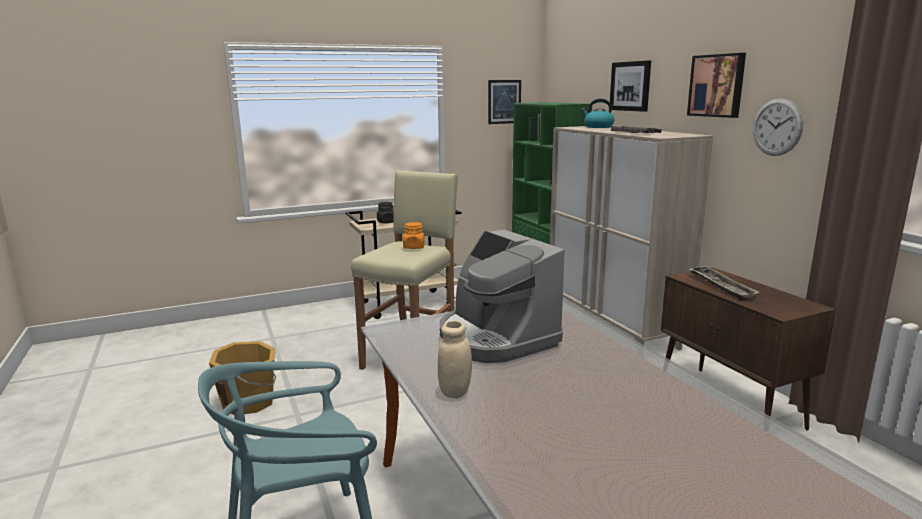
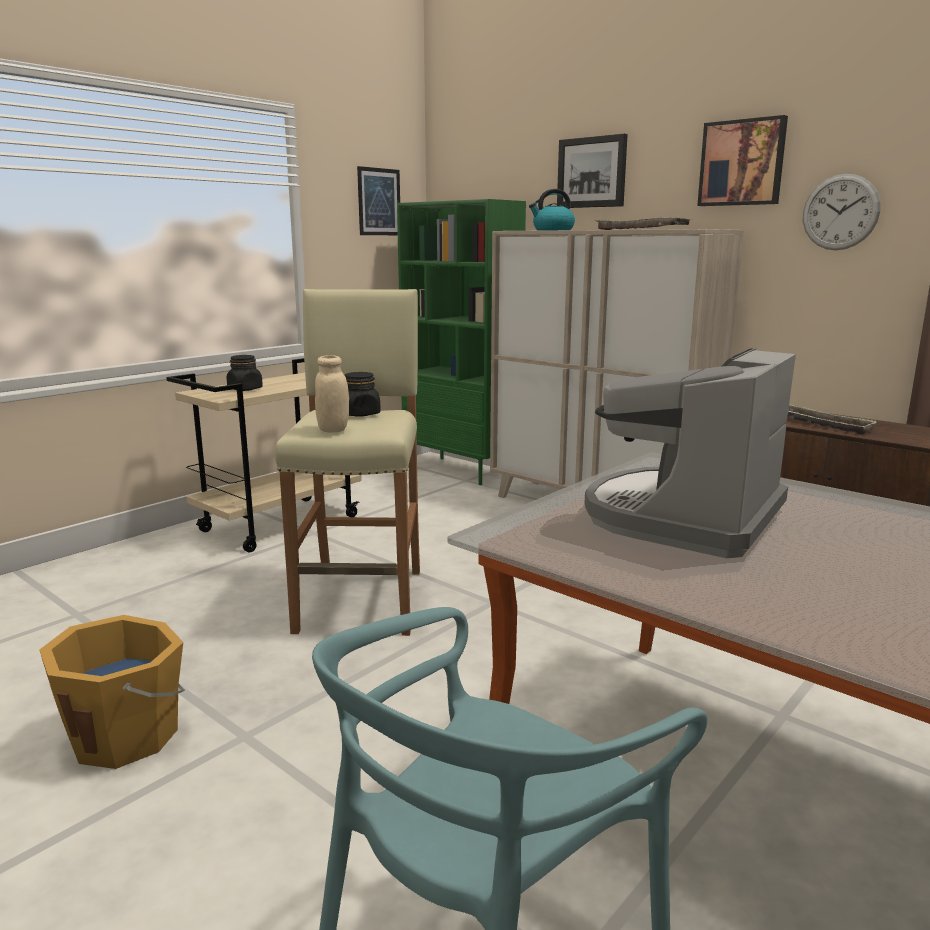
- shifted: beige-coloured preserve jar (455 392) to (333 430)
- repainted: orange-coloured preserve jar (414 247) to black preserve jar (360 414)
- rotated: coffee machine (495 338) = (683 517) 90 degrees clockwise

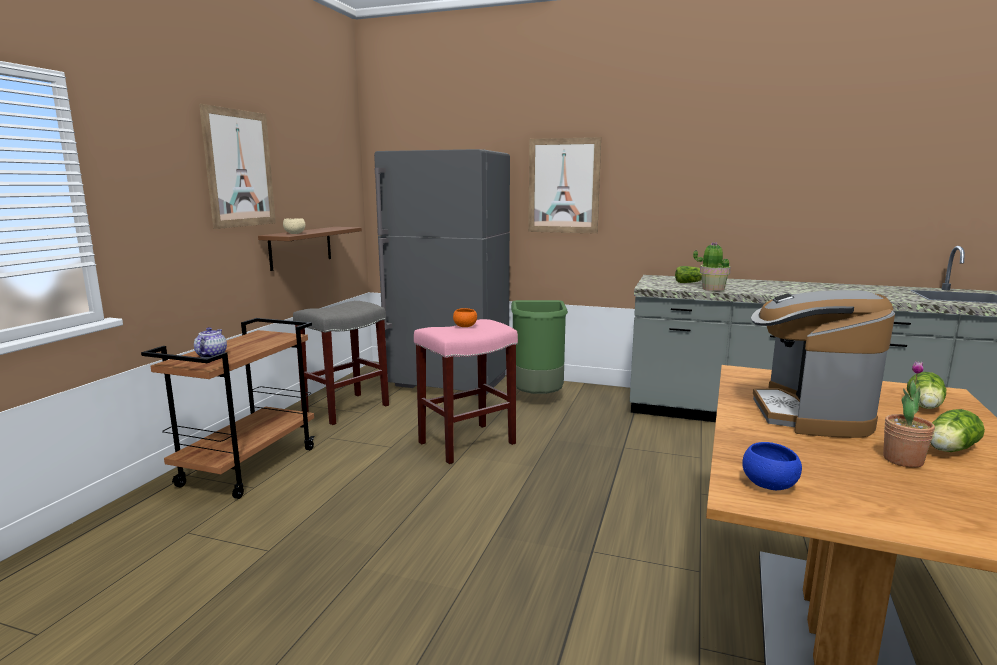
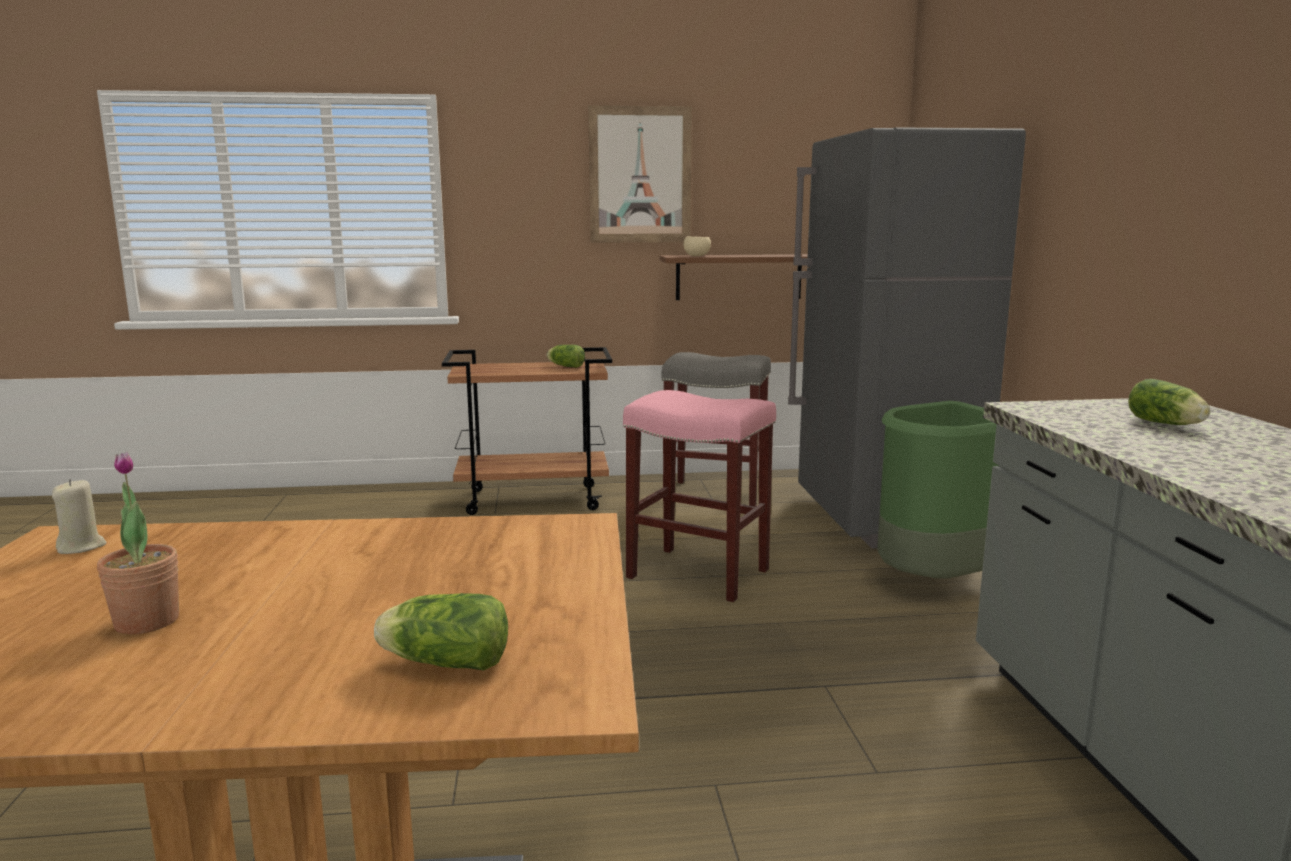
- gone: pot for tea (211 355)
- gone: orange-coloured bowl (465 326)
- gone: wall art (563 186)
- gone: plant in a pot (712 289)
- gone: coffee machine (809 414)
- shifted: lettuce head (948 450) to (565 366)
- swapped: bluish bowl (768 485) to beige-coloured wax light (81 547)

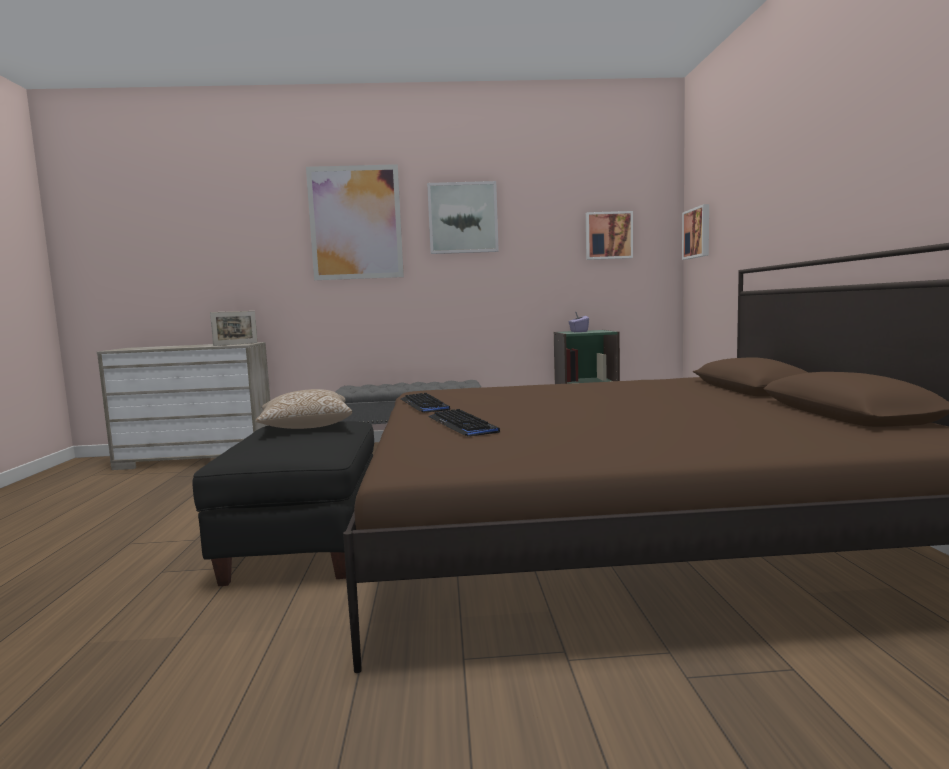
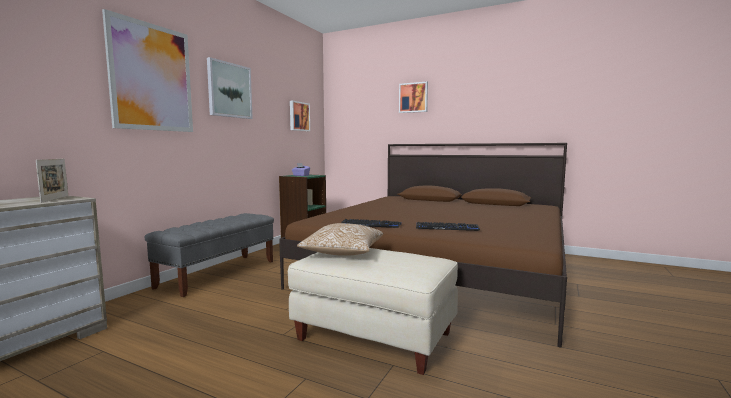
- shifted: wall art (697 233) to (413 97)
- repainted: black ottoman (306 542) to beige-coloured ottoman (375 335)

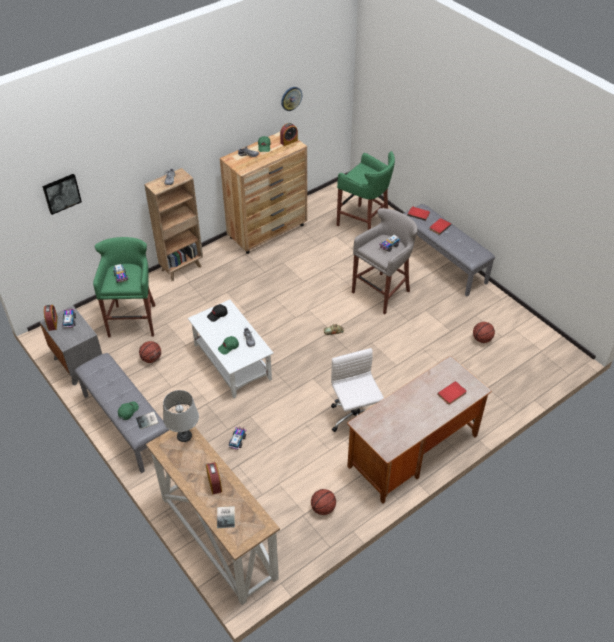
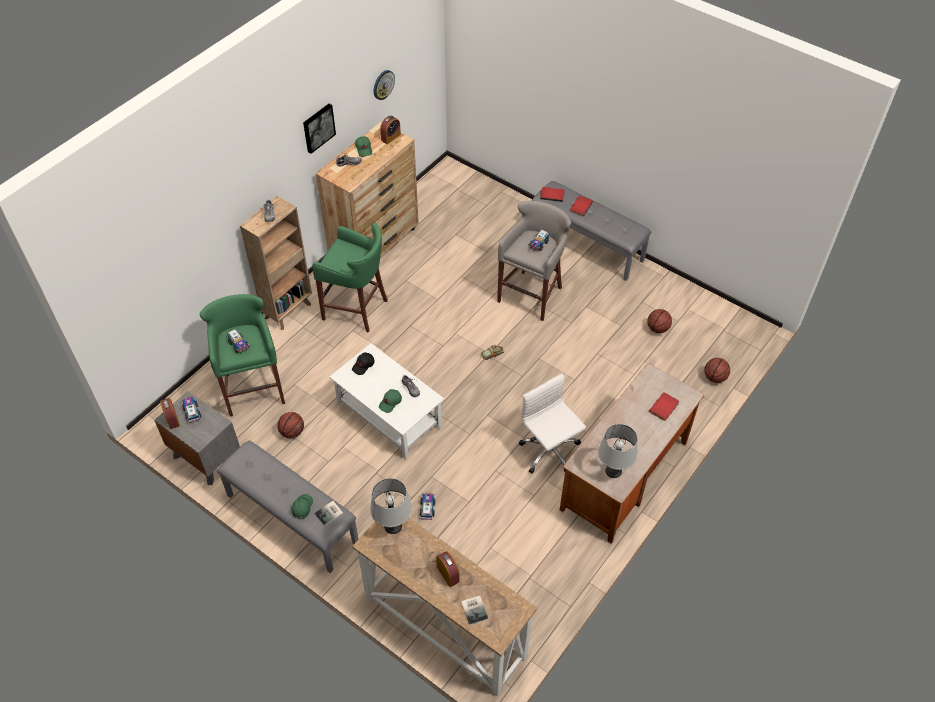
- new: greyish table lamp (613 470)
- shifted: wall art (61 193) to (318 127)
- shifted: basketball (323 508) to (714 377)
- shifted: green stool seat (364 223) to (357 309)

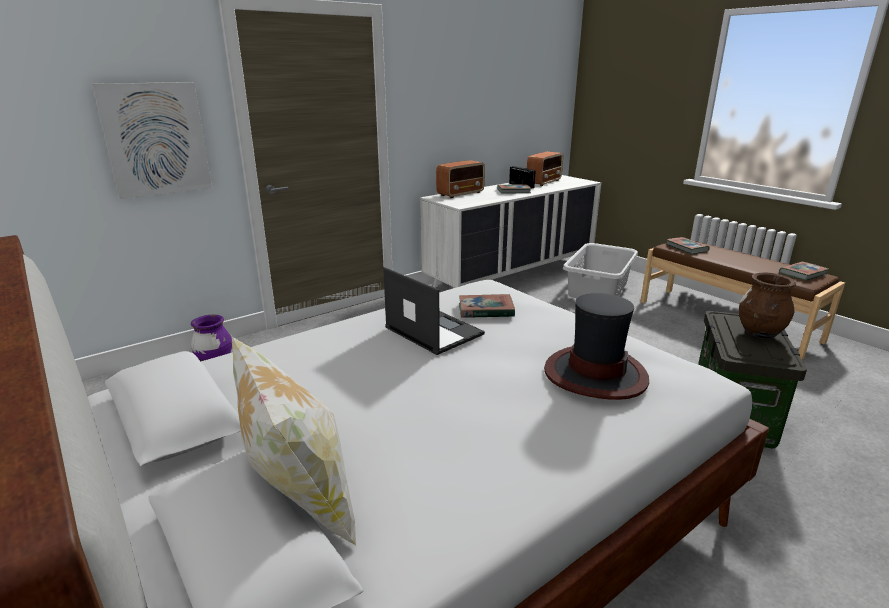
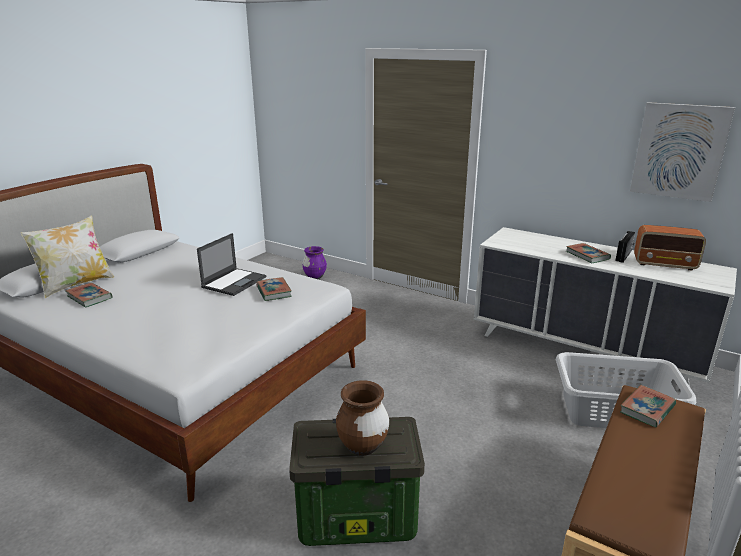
- gone: radio (461 194)
- gone: hat (594 374)
- shifted: wall art (155 139) to (679 151)
- shifted: bound book (802 274) to (89 297)

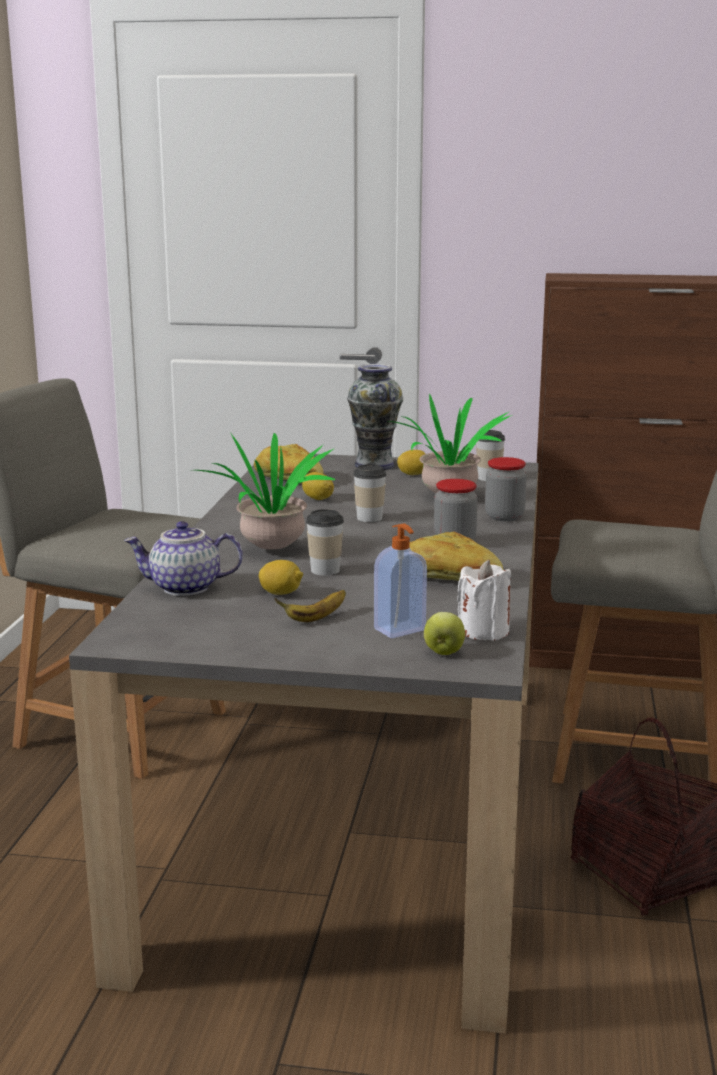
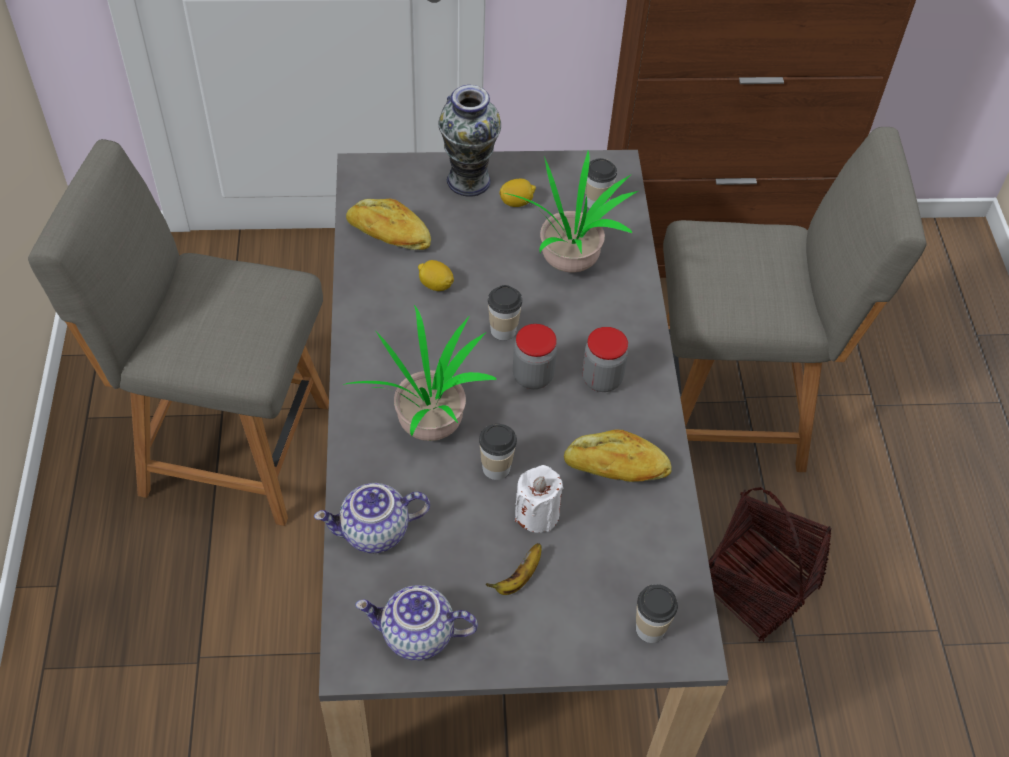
- gone: citrus fruit (281 593)
- gone: soap dispenser (400 630)
- new: pot for tea (416 636)
- shifted: white wax light (483 631) to (537 513)
- shifted: preserve jar (504 516) to (533 376)
- swapped: whole apple (444 652) to drinking cup (650 628)

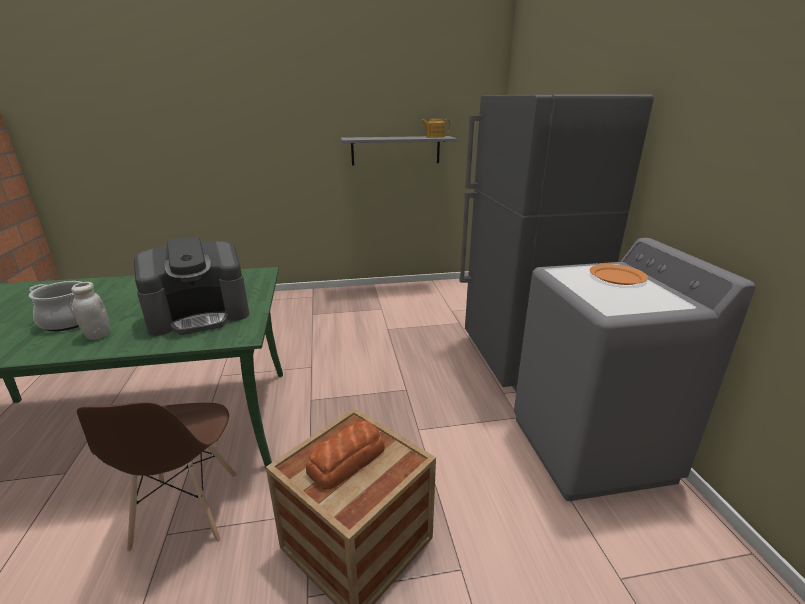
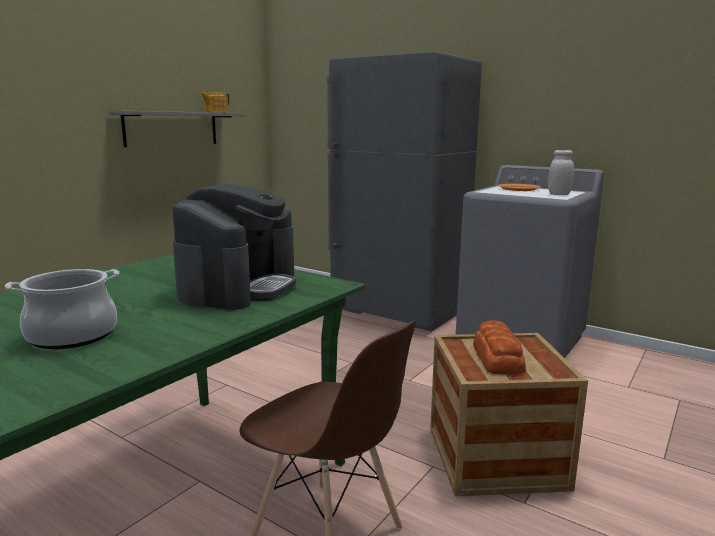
- shifted: white preserve jar (98 335) to (559 194)

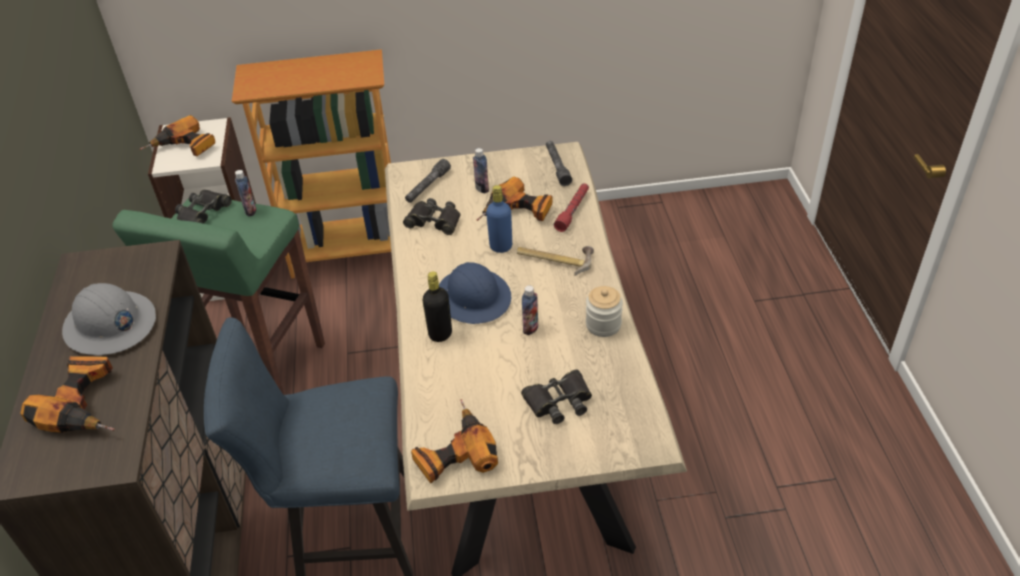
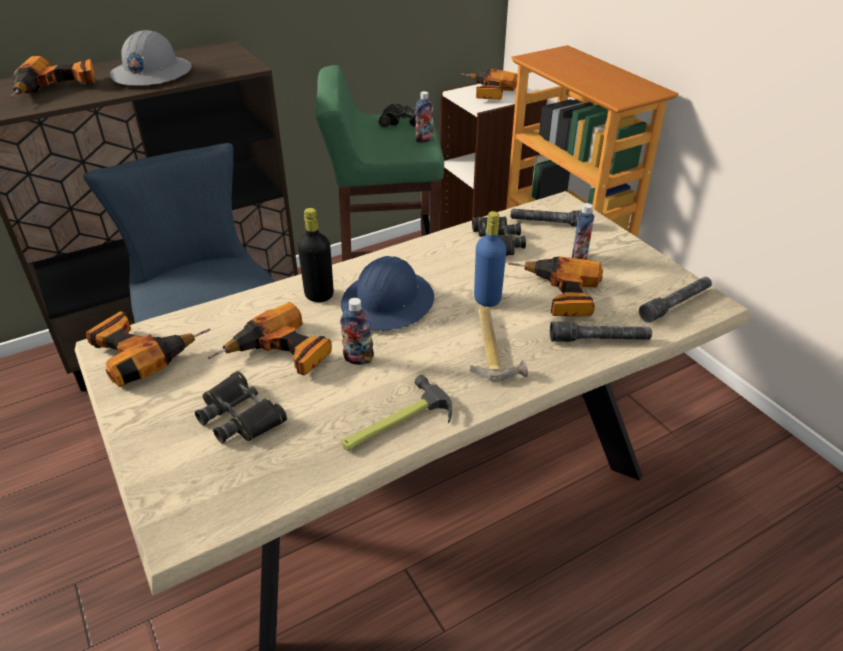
- new: power drill (279 356)
- swapped: preserve jar (603 324) to hammer (394 423)
- repainted: red-coloured flashlight (572 211) to greyish flashlight (599 340)

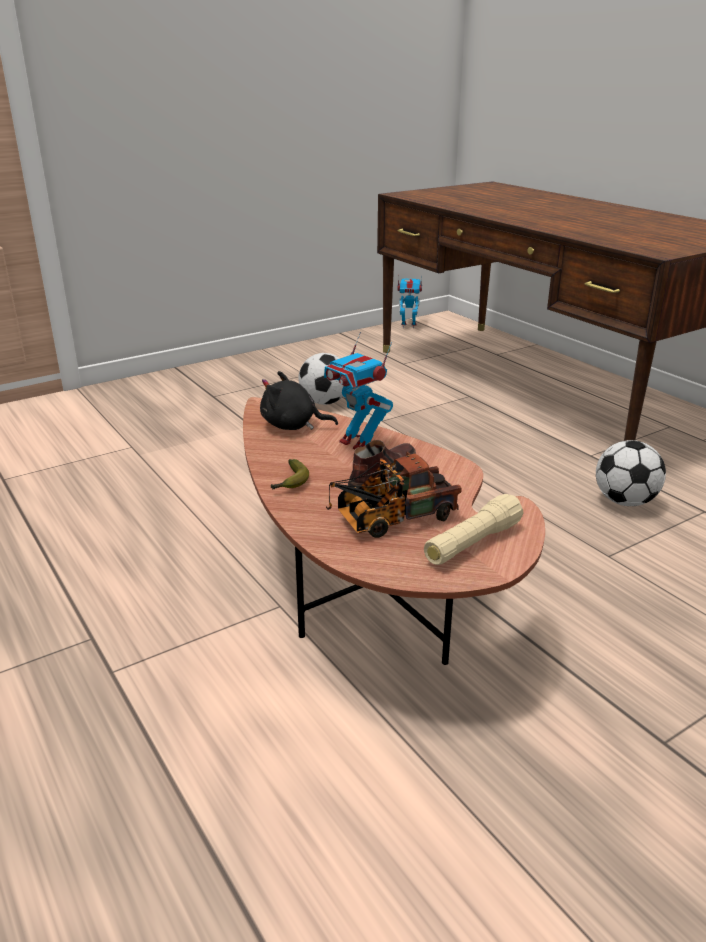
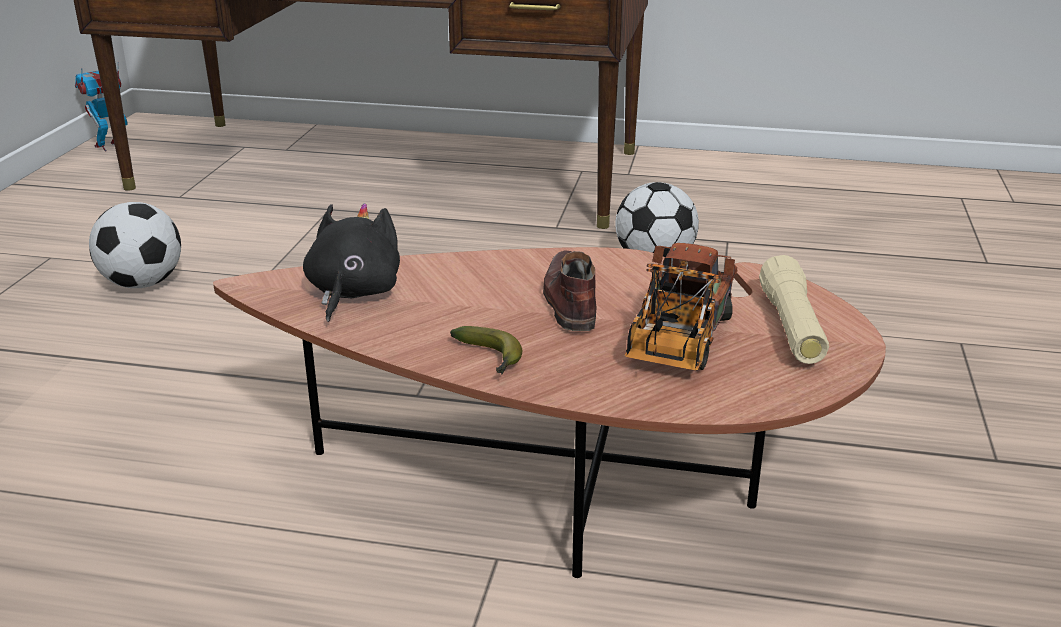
- gone: robot figure (358 443)
- rotated: black soft toy (292 426) = (352 293) 135 degrees clockwise

